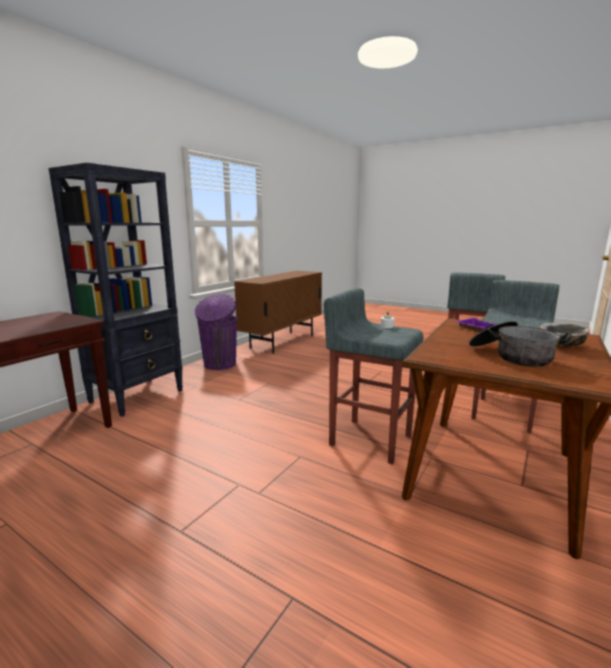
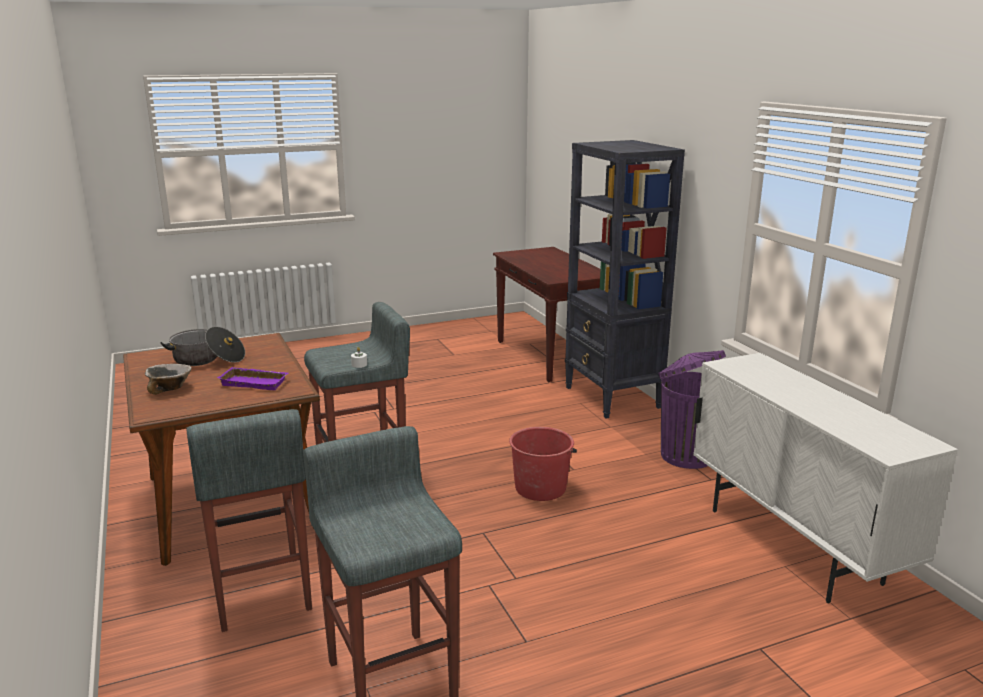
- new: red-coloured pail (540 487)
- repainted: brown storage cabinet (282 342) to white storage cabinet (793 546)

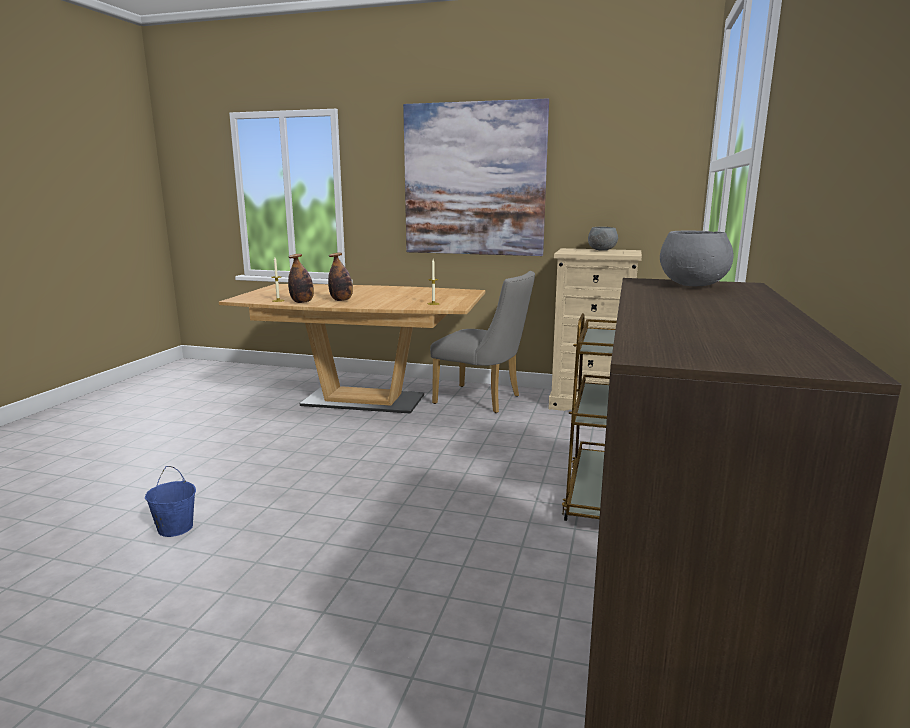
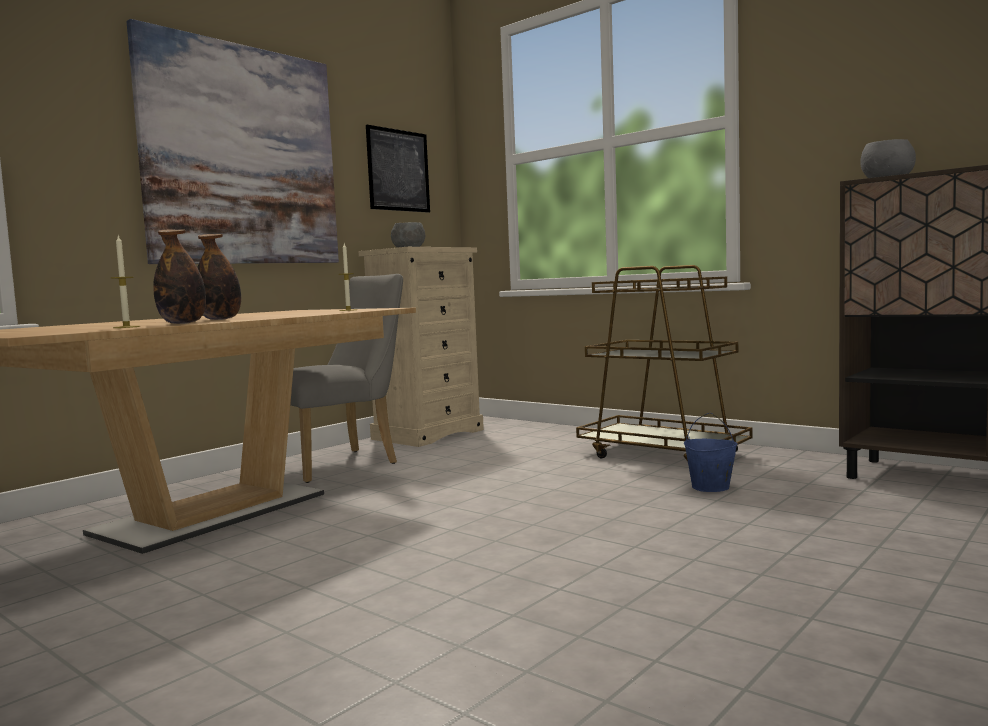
- new: wall art (398 170)
- shifted: bluish pail (175 528) to (710 487)

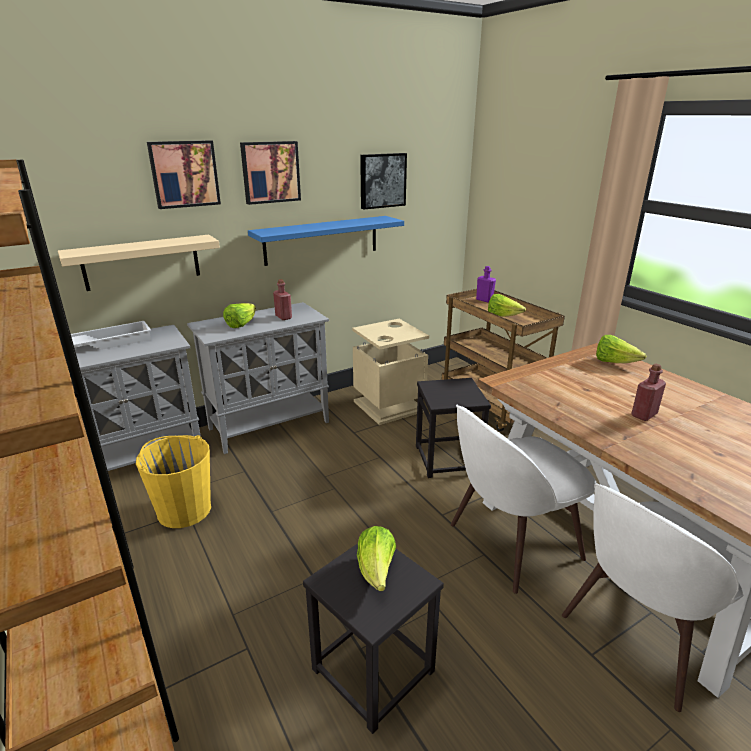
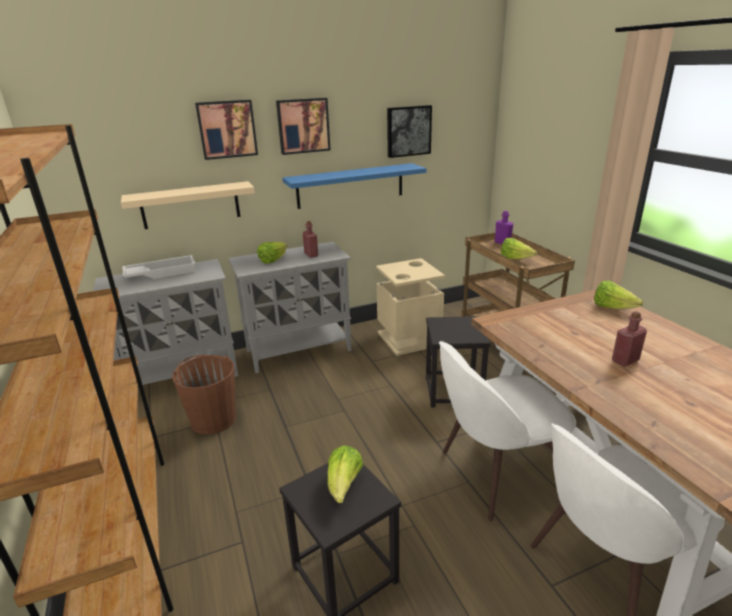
- repainted: yellow pail (184 510) to brown pail (213 419)

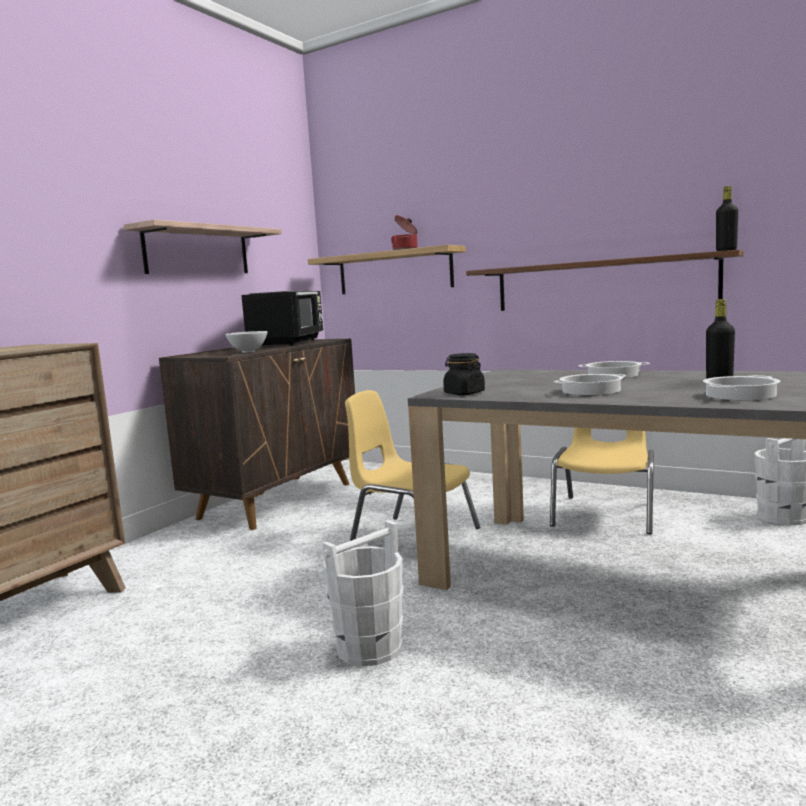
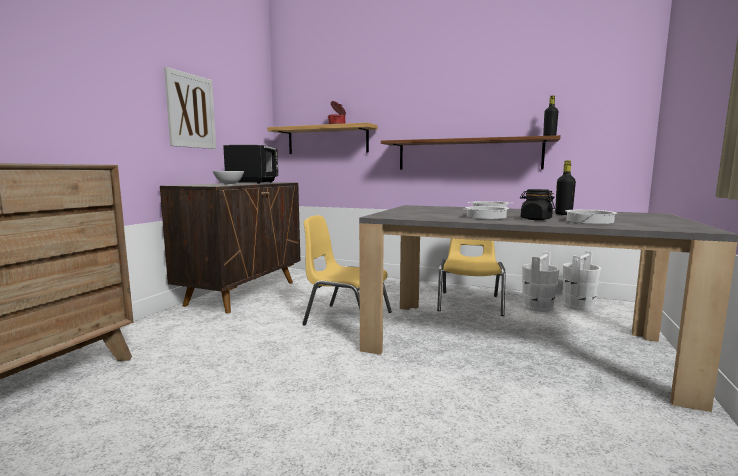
- shifted: white pail (369 648) to (537 307)
- shifted: black preserve jar (464 393) to (535 219)
- swapped: shelf (197 251) to wall art (191 111)

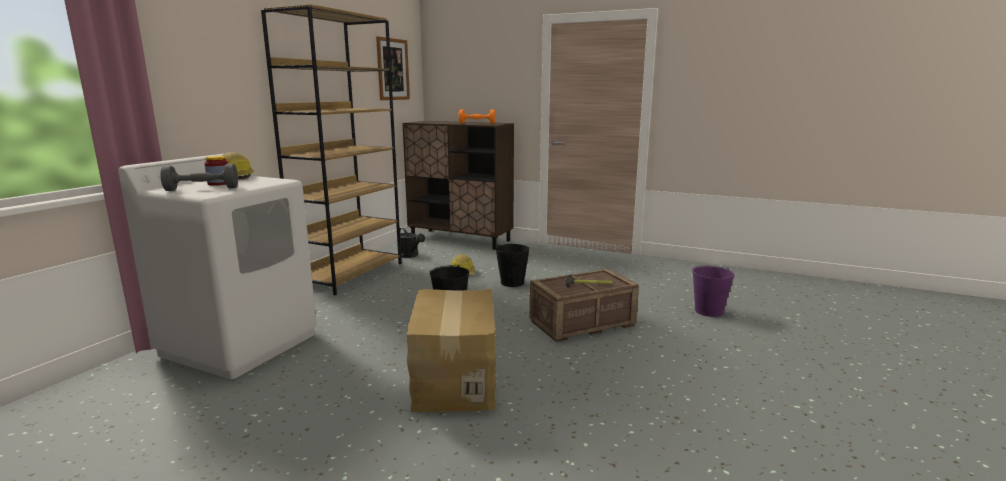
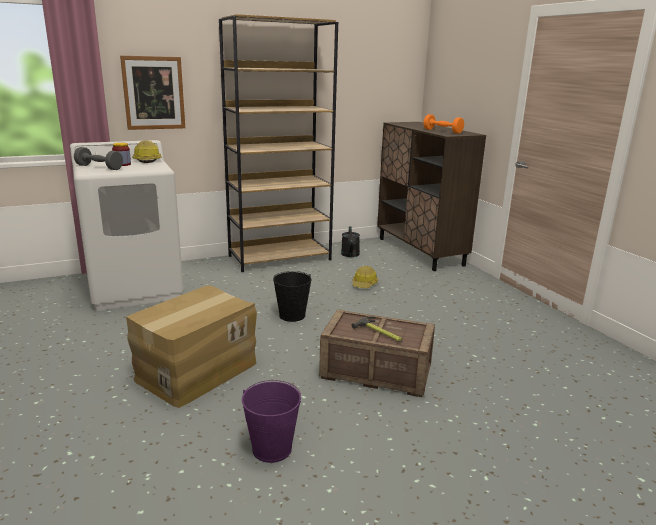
- gone: black pail (512 282)
- shifted: wall art (393 69) to (153 93)
- shifted: purple pail (709 311) to (272 449)

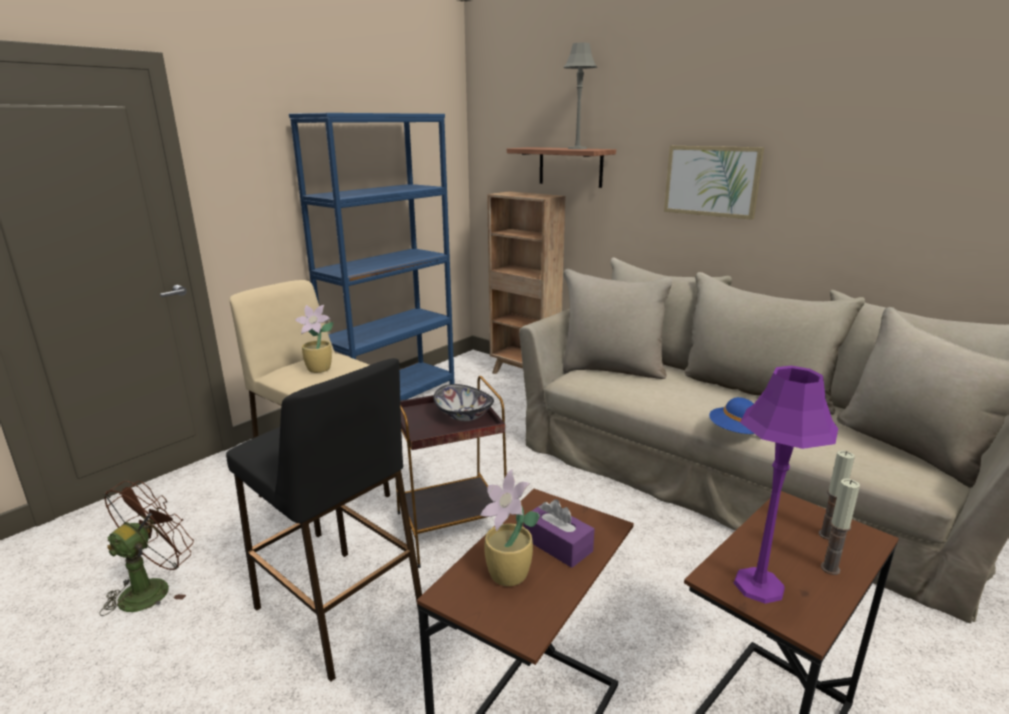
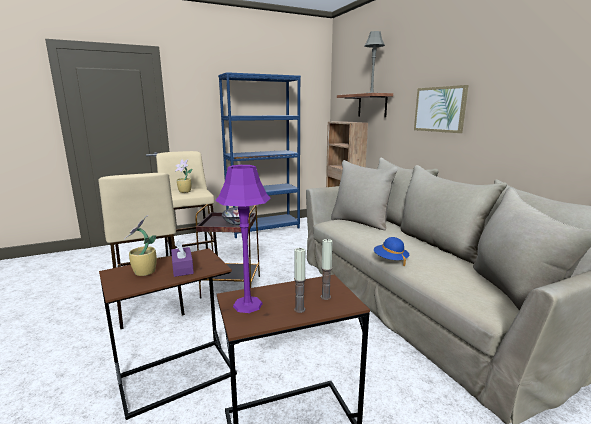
- gone: brown electric fan (153 588)
- repainted: black stool seat (339 609) to beige-coloured stool seat (151 304)

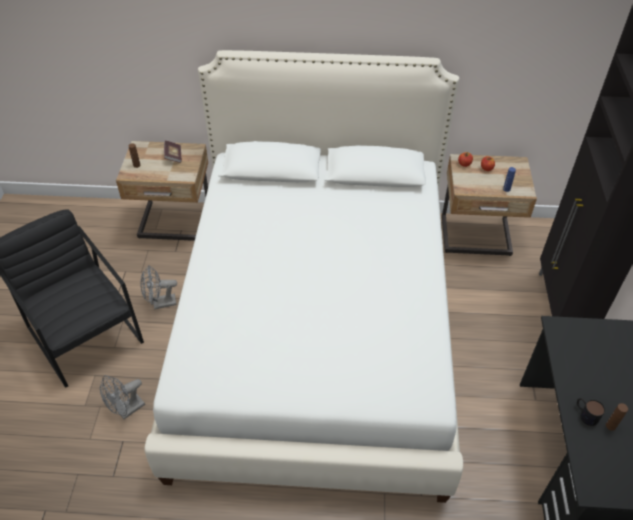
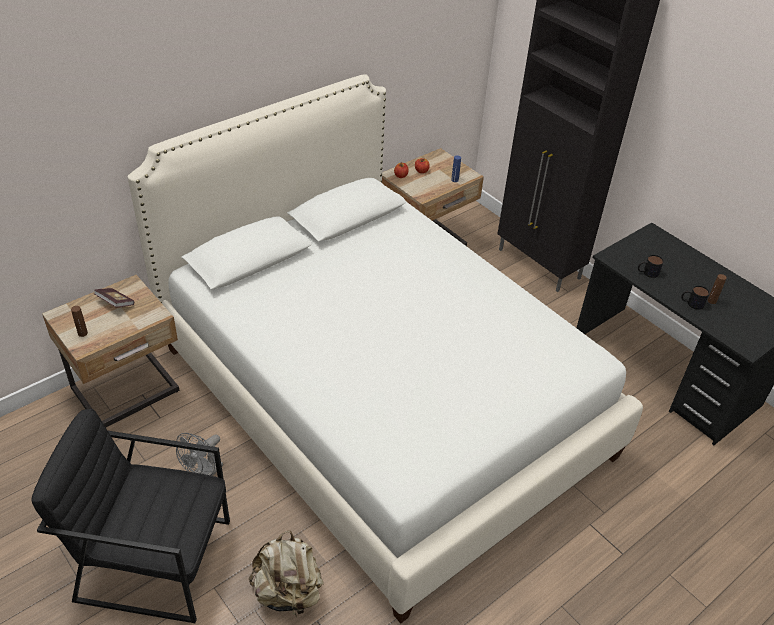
- new: tea mug (647 272)
- swapped: greyish electric fan (127 410) to beige-coloured knapsack (288 592)

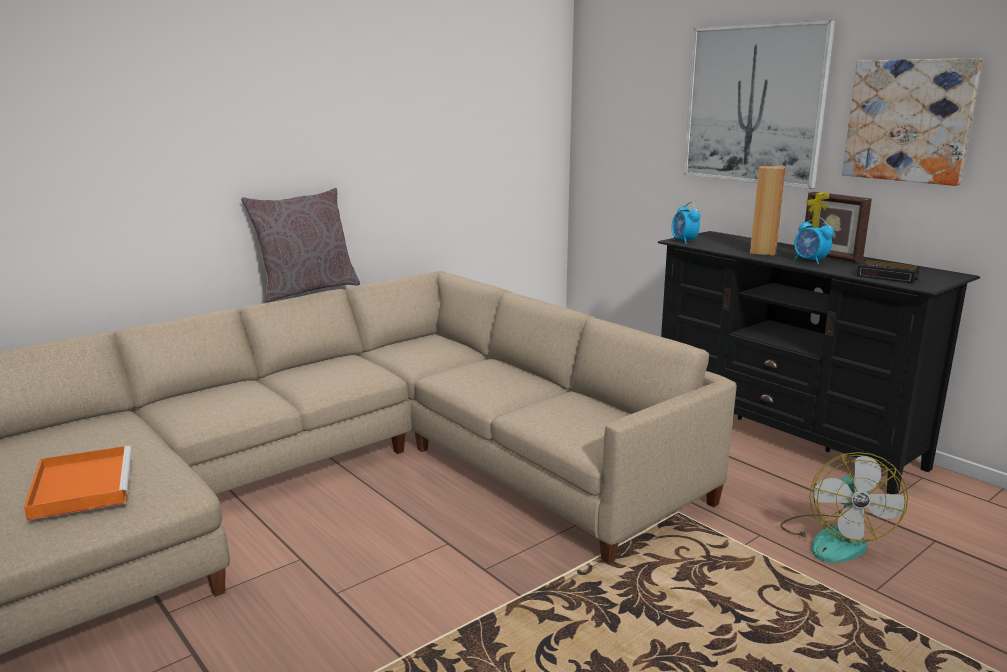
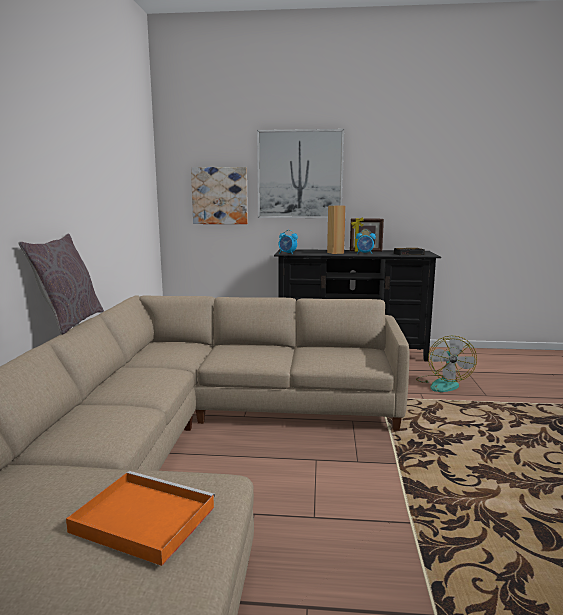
- shifted: wall art (909 121) to (220 196)
- rotated: electric fan (834 539) = (443 384) 45 degrees clockwise

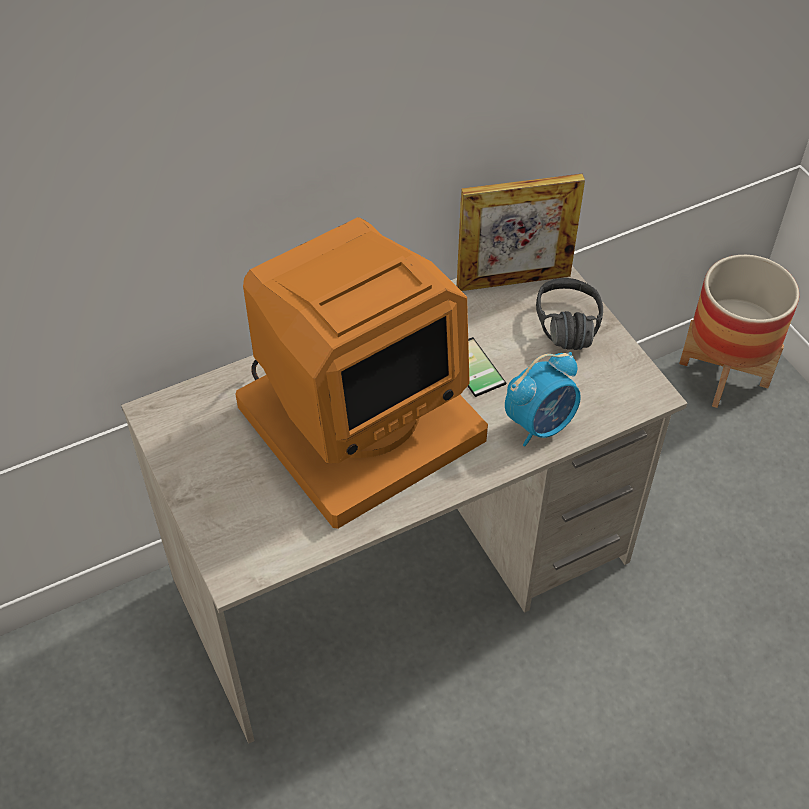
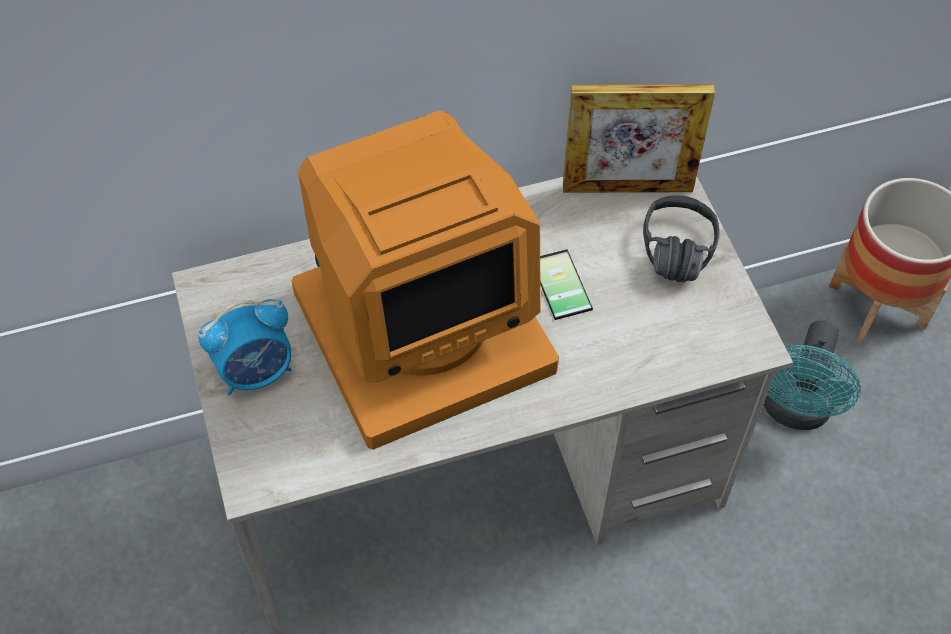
- new: blue-green electric fan (794 411)
- shifted: table clock (540 424) to (257 371)

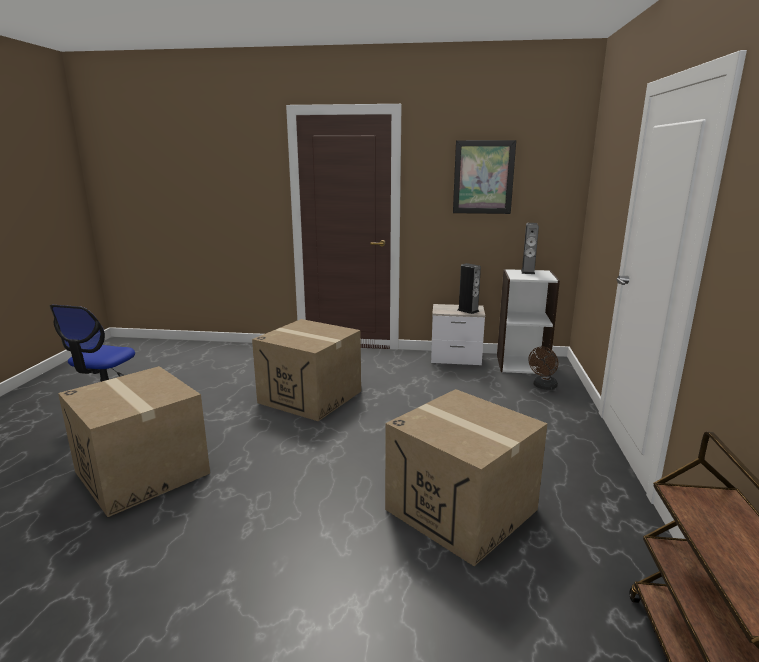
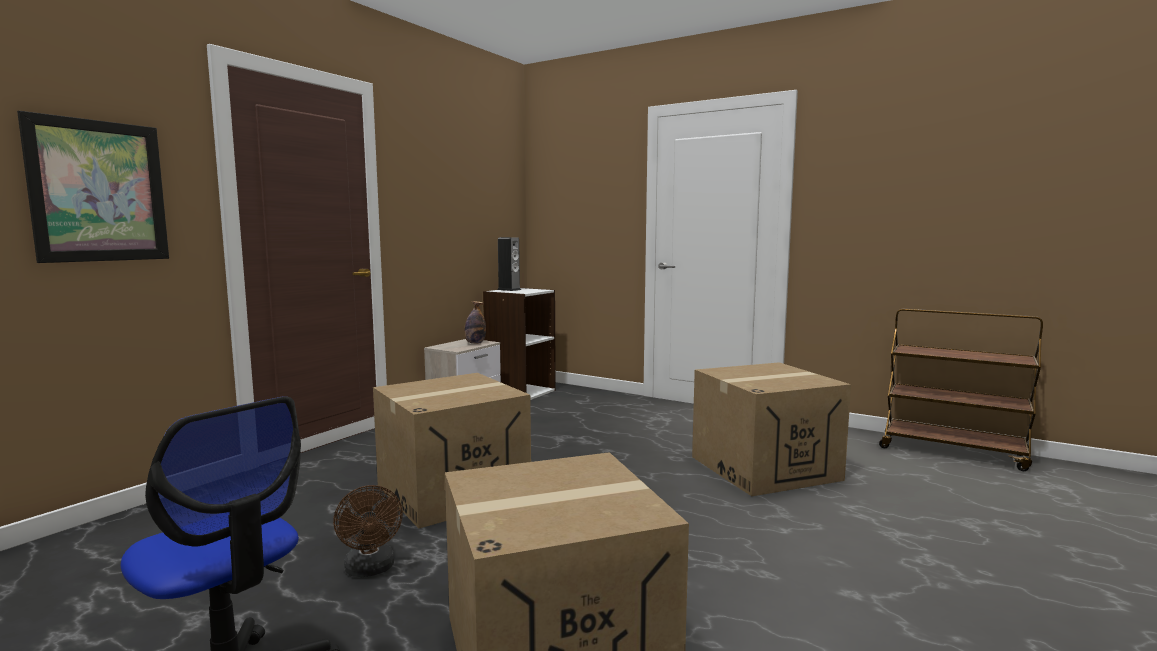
- shifted: wall art (483 177) to (99 191)
- shifted: brown electric fan (543 387) to (371 570)
- swapped: loudspeaker (468 310) to beverage bottle (475 343)

